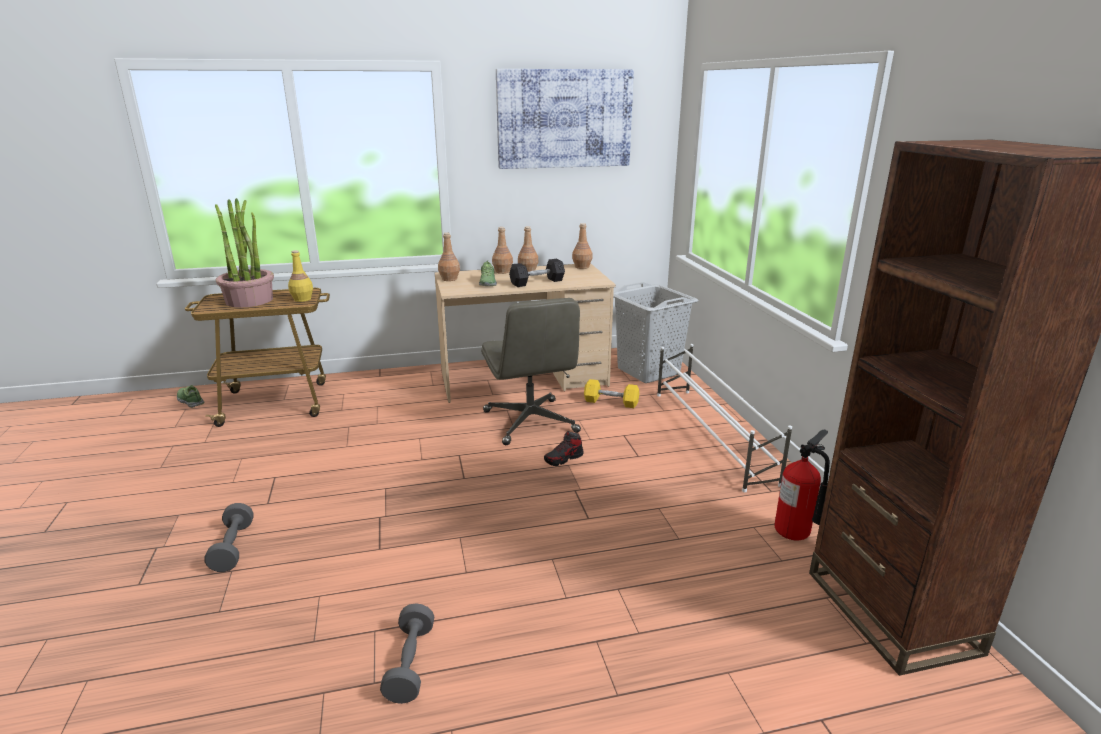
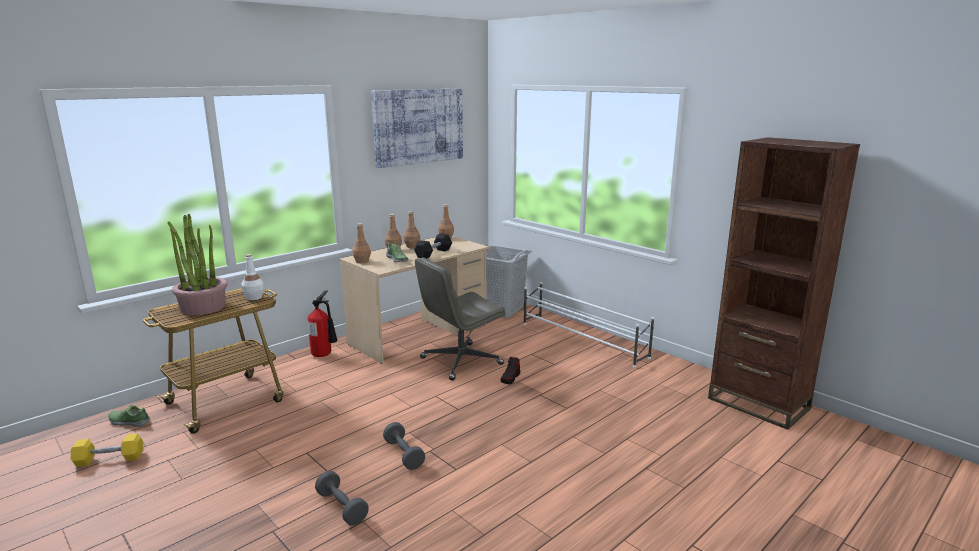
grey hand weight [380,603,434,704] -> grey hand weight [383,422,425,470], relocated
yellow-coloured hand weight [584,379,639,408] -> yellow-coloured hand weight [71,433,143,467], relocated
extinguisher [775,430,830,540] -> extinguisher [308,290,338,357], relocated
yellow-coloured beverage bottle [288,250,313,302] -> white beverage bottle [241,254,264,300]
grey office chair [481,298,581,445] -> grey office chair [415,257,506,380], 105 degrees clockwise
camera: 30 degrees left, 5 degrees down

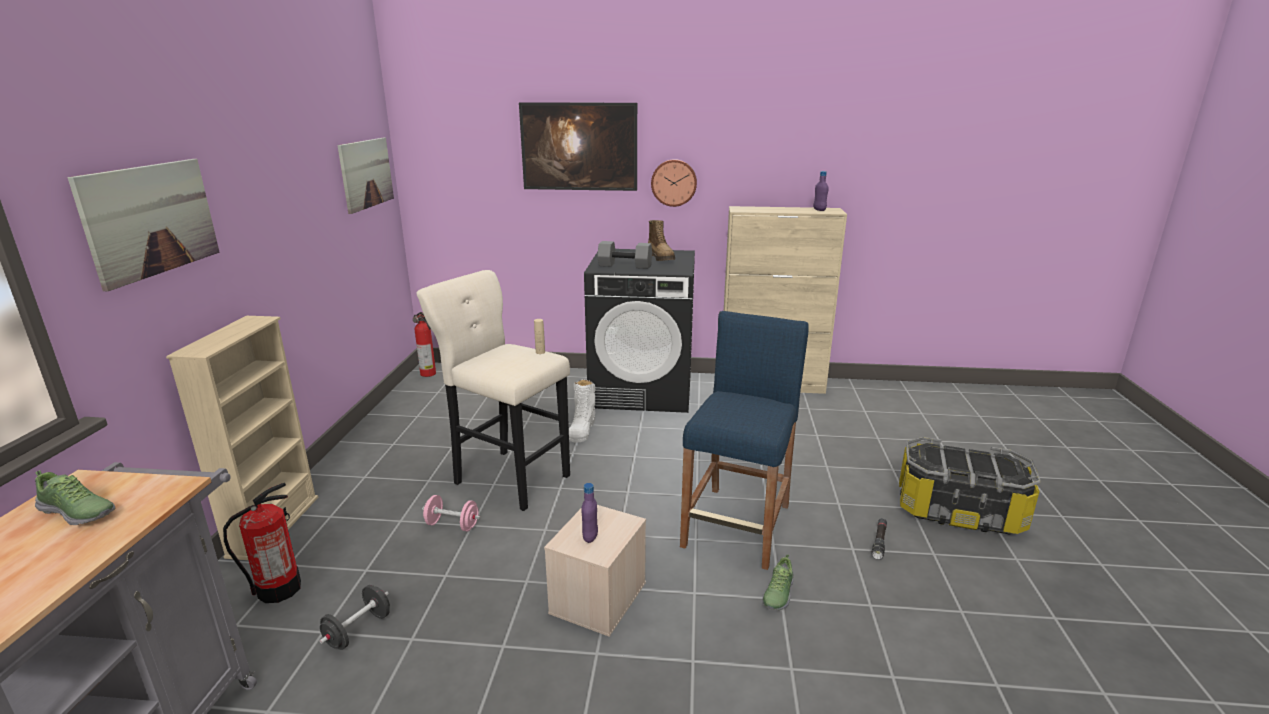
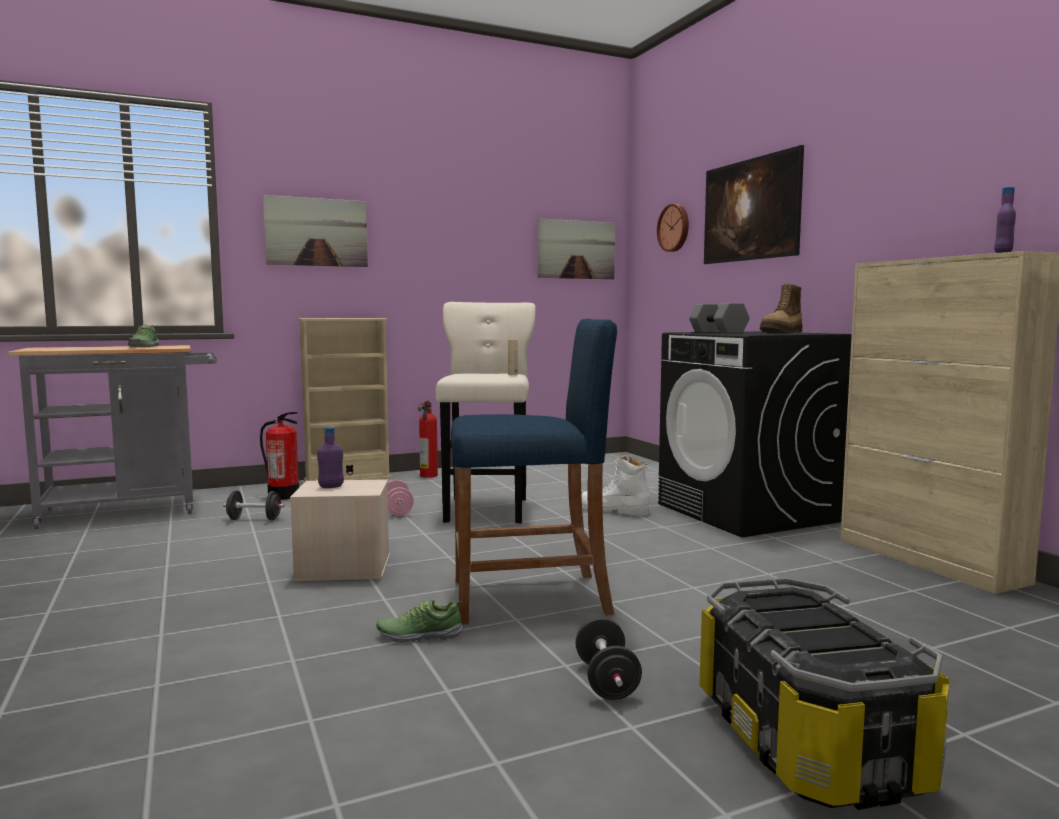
extinguisher [413,312,436,377] -> extinguisher [418,400,438,478], relocated
clock on the wall [651,159,697,207] -> clock on the wall [657,204,689,252], relocated
black-coloured torch [871,518,887,560] -> black-coloured hand weight [575,617,642,700]
white boot [569,379,596,443] -> white boot [581,455,650,516], 45 degrees clockwise
camera: 60 degrees right, 15 degrees down

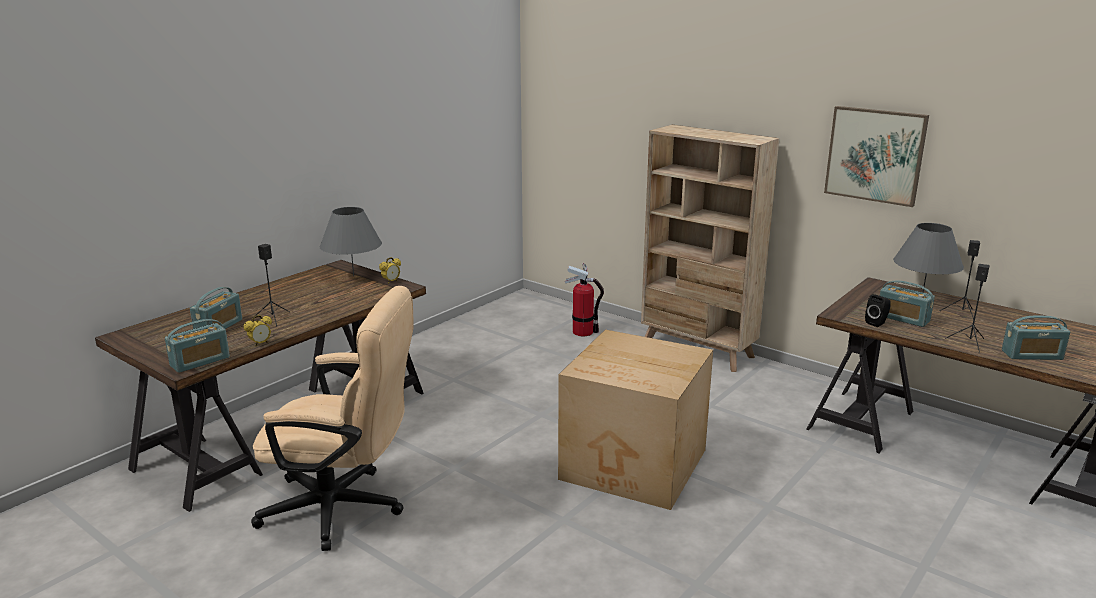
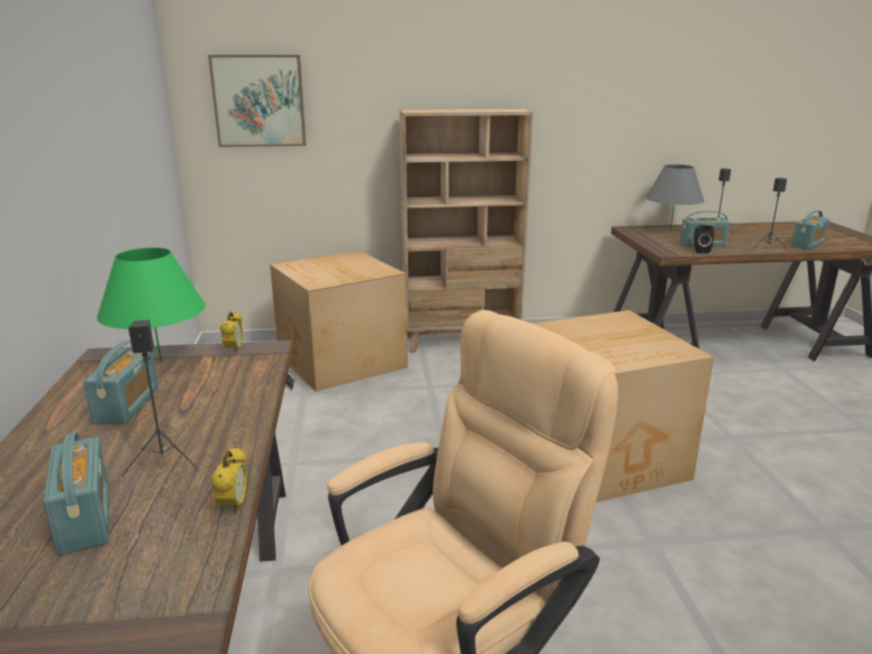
radio set [165,319,230,373] -> radio set [83,340,158,424], relocated
wall picture [824,106,929,207] -> wall picture [208,55,306,147], relocated
extinguisher [565,263,604,336] -> packing box [270,251,408,392]
grey lamp for a table [320,207,382,276] -> greenish lamp for a table [97,247,206,361]
camera: 45 degrees left, 0 degrees up

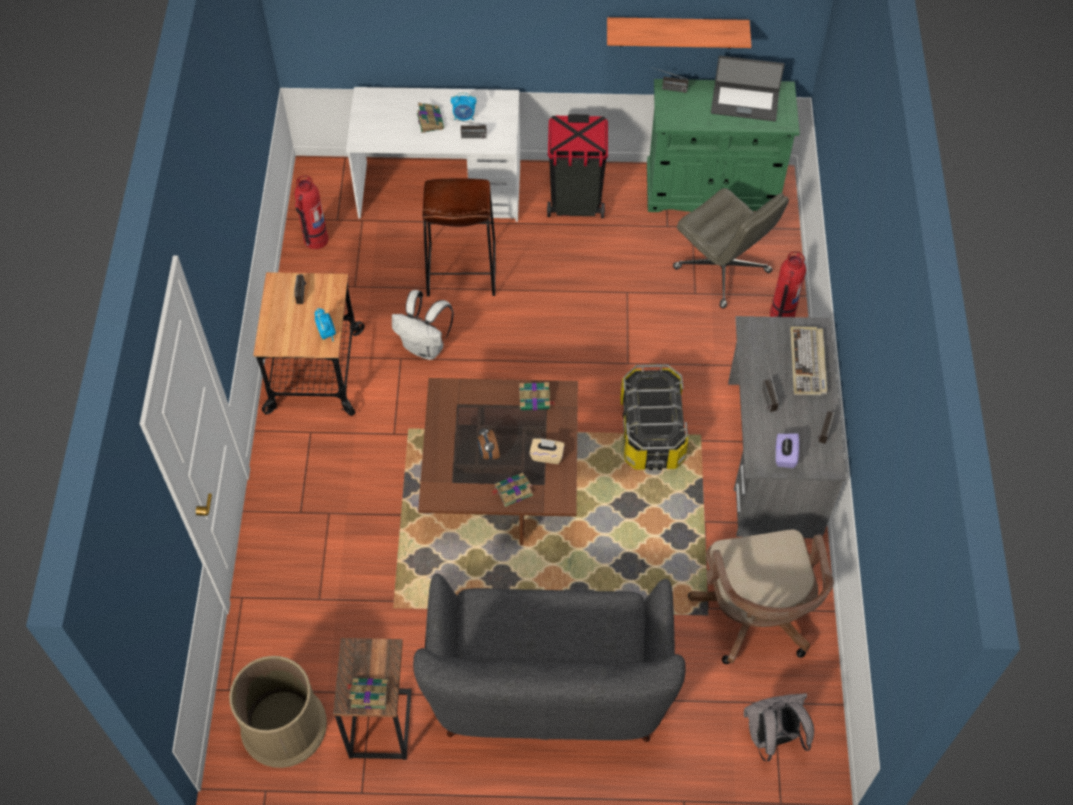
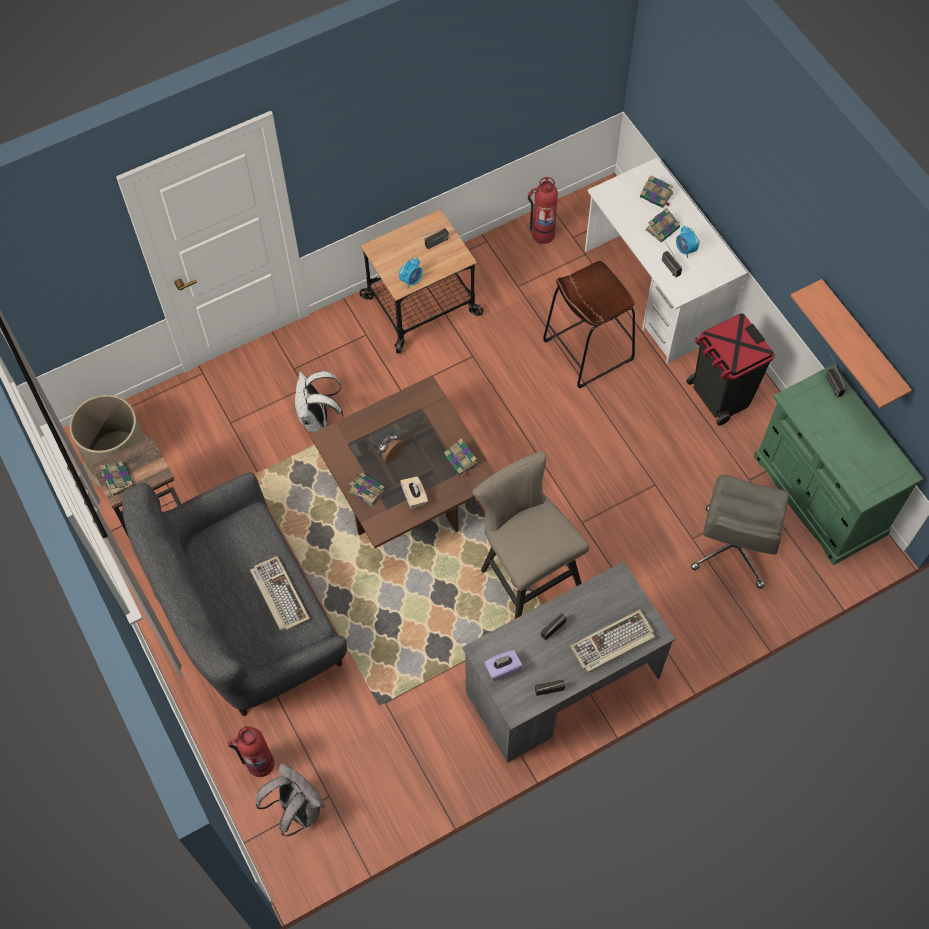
brownish office chair [688,530,834,664] -> none
notebook computer [711,56,785,121] -> none
none -> keyboard [250,556,310,631]
none -> book [640,175,674,208]
white rucksack [392,290,454,360] -> white rucksack [294,371,343,432], relocated
extinguisher [770,252,806,317] -> extinguisher [227,726,275,777], relocated
storage box [621,364,688,470] -> beige-coloured stool [472,451,589,619]
camera: 60 degrees right, 5 degrees up

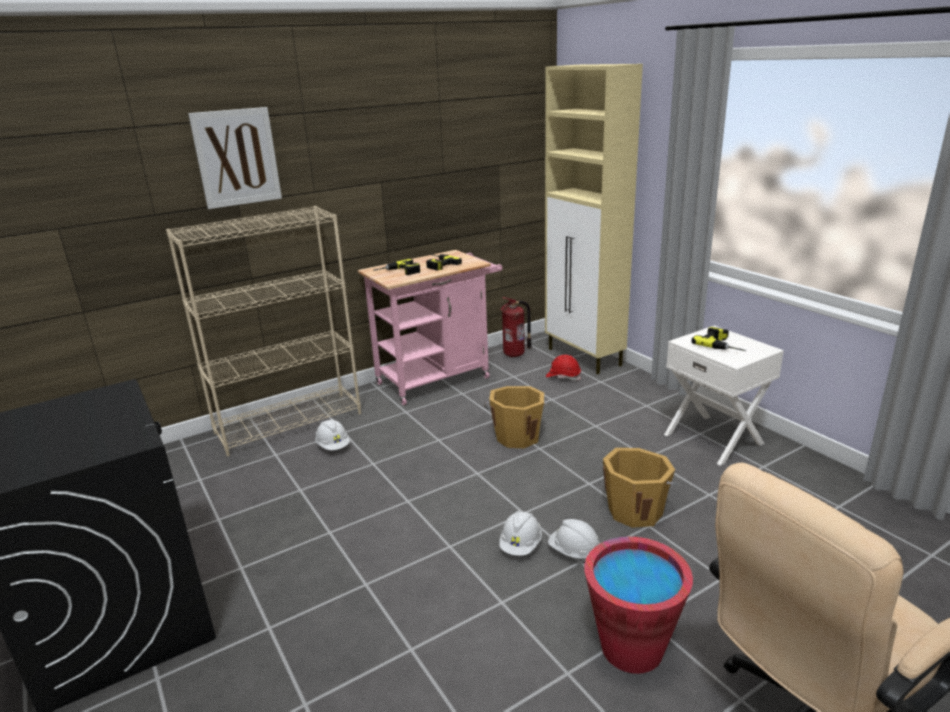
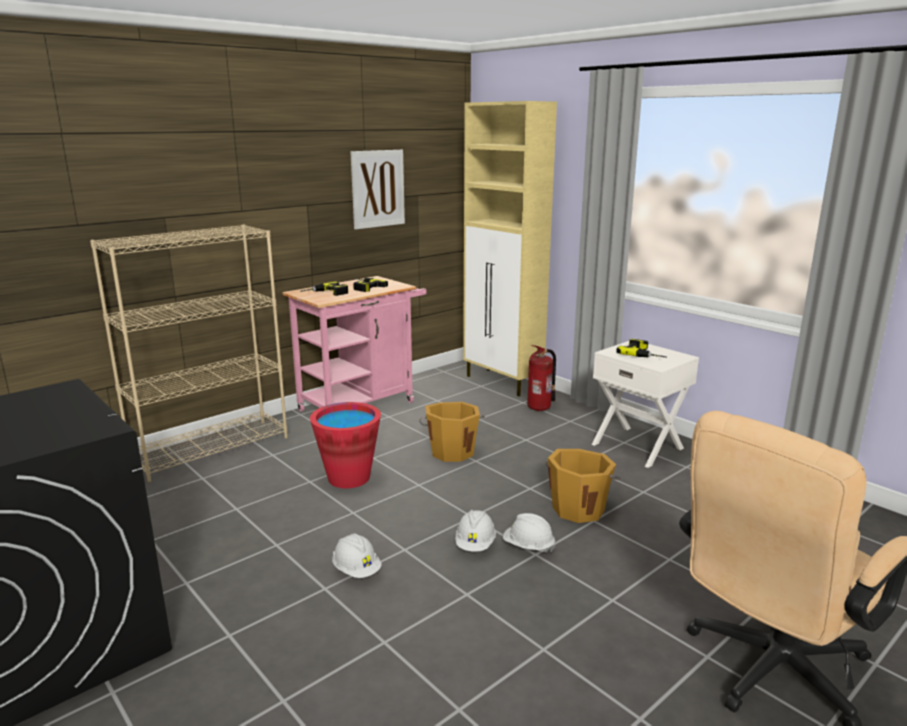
red-coloured work helmet [546,355,581,381] -> none
wall picture [188,107,282,209] -> wall picture [350,150,405,230], relocated
white work helmet [315,419,350,450] -> white work helmet [332,533,382,578], relocated
extinguisher [500,297,532,357] -> extinguisher [527,345,556,412], relocated
red-coloured bucket [584,537,693,674] -> red-coloured bucket [310,402,381,488], relocated
camera: 10 degrees left, 5 degrees down

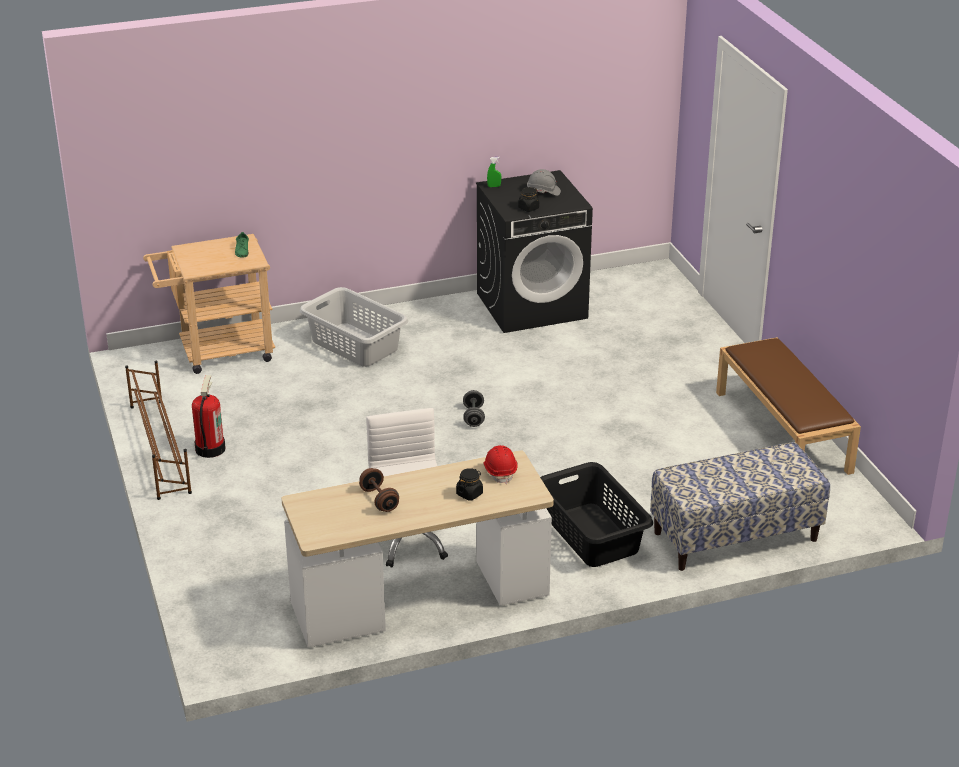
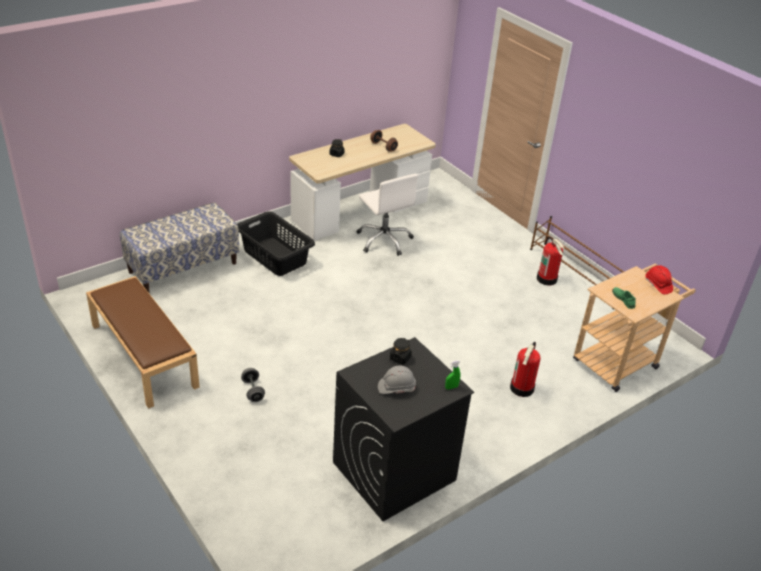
grey hand weight [463,390,485,427] -> grey hand weight [241,368,265,402], relocated
red-coloured work helmet [483,445,518,484] -> red-coloured work helmet [645,265,673,294], relocated
grey hamper [300,287,408,367] -> extinguisher [510,342,541,397]
camera: 160 degrees right, 5 degrees up

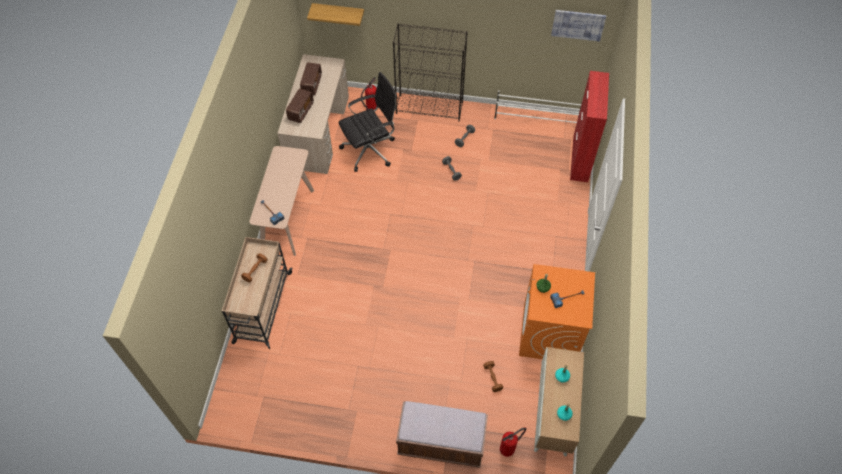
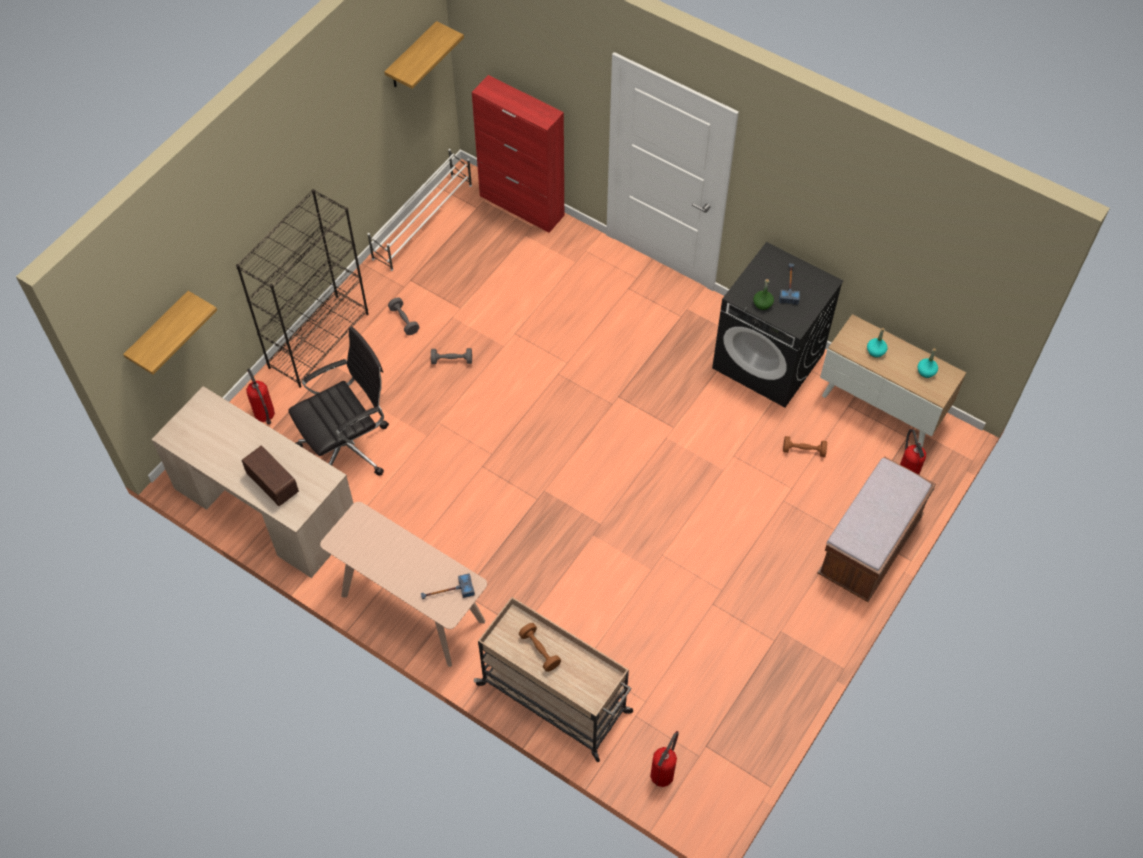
radio set [300,62,322,96] -> none
none -> extinguisher [650,731,679,787]
wall picture [551,10,606,42] -> bracket shelf [384,21,464,89]
orangey washing machine [519,264,595,359] -> black-coloured washing machine [712,242,843,407]
black-coloured office chair [339,72,398,172] -> black-coloured office chair [288,326,389,476], 60 degrees clockwise
camera: 65 degrees left, 0 degrees up

